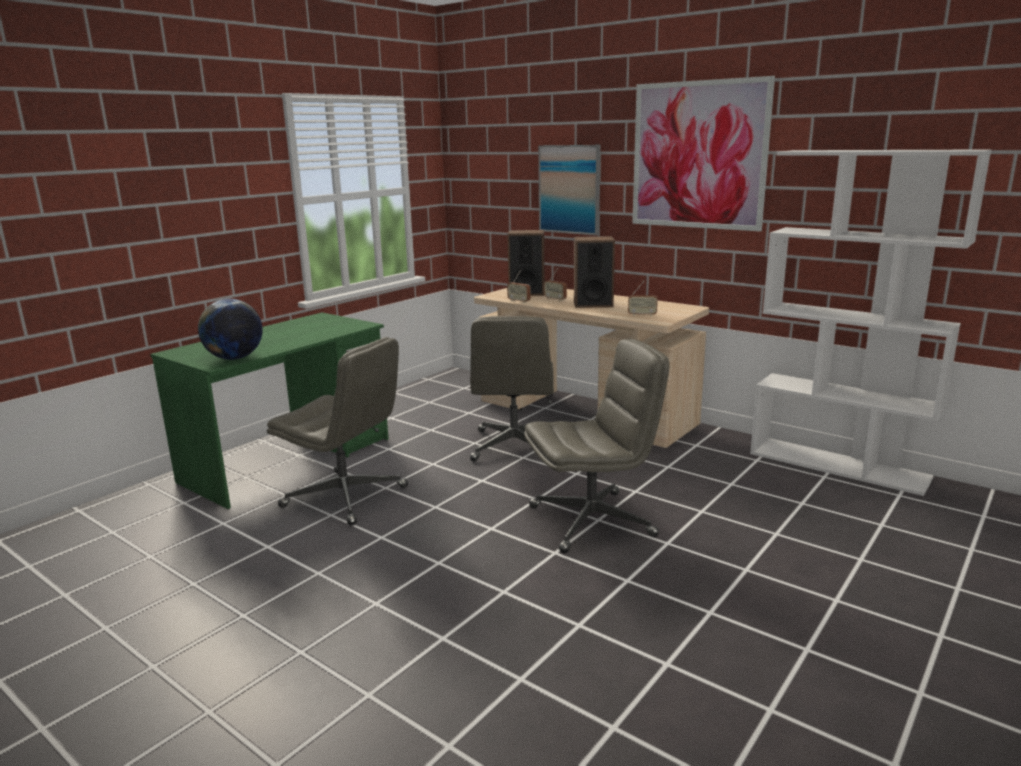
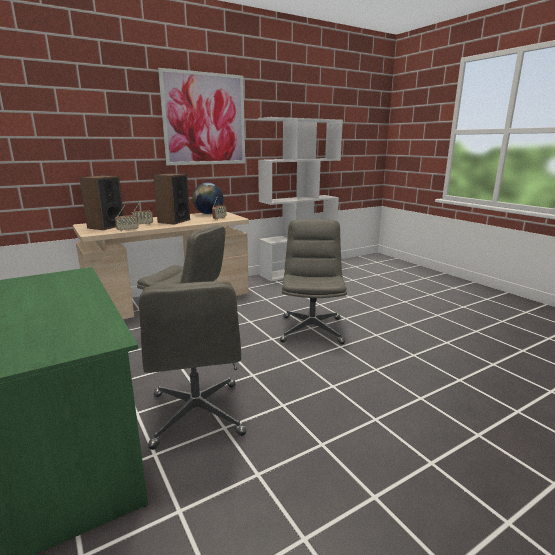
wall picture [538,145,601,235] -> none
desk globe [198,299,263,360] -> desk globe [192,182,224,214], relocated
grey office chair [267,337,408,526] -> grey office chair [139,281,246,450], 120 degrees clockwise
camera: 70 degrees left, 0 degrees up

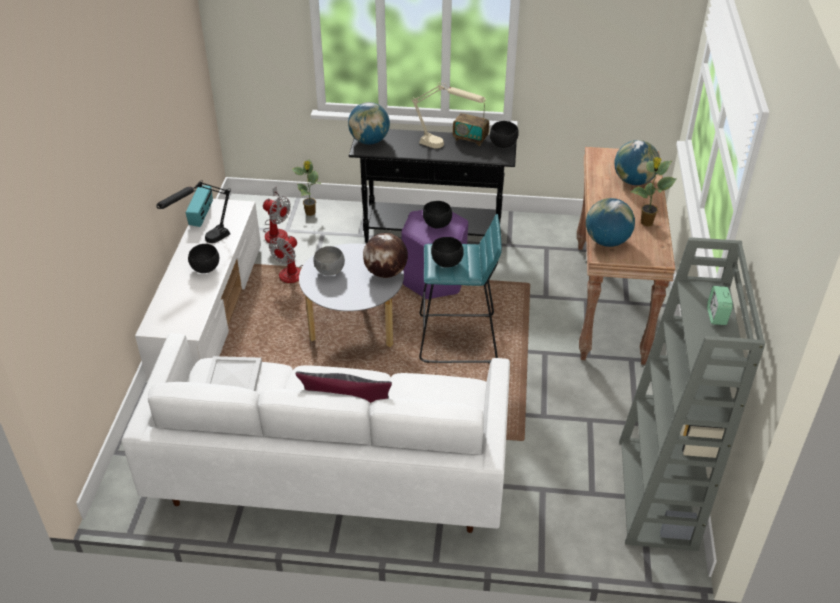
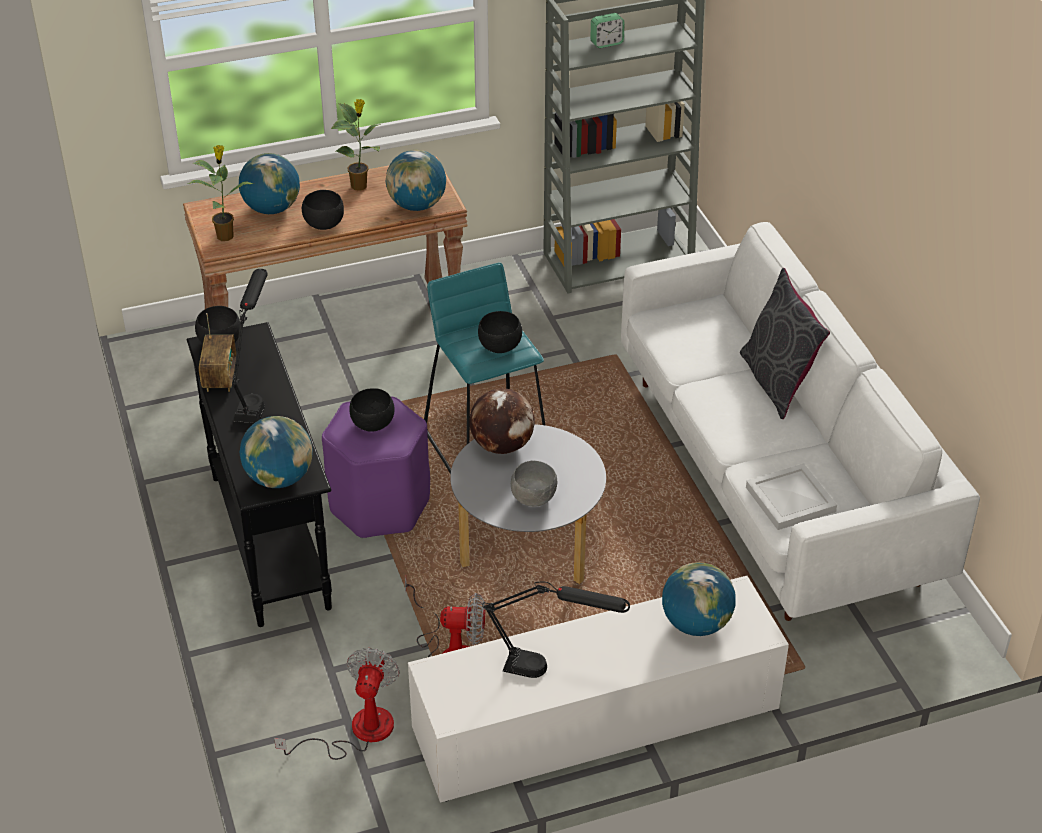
radio set [186,185,213,227] -> none
none -> desk globe [662,562,736,636]
black-coloured serving bowl [188,244,219,273] -> black-coloured serving bowl [302,190,344,230], relocated
potted plant [292,159,321,216] -> potted plant [187,145,254,241], relocated
beige-coloured lamp for a table [411,83,485,148] -> black-coloured lamp for a table [232,269,268,424]
camera: 115 degrees left, 0 degrees up

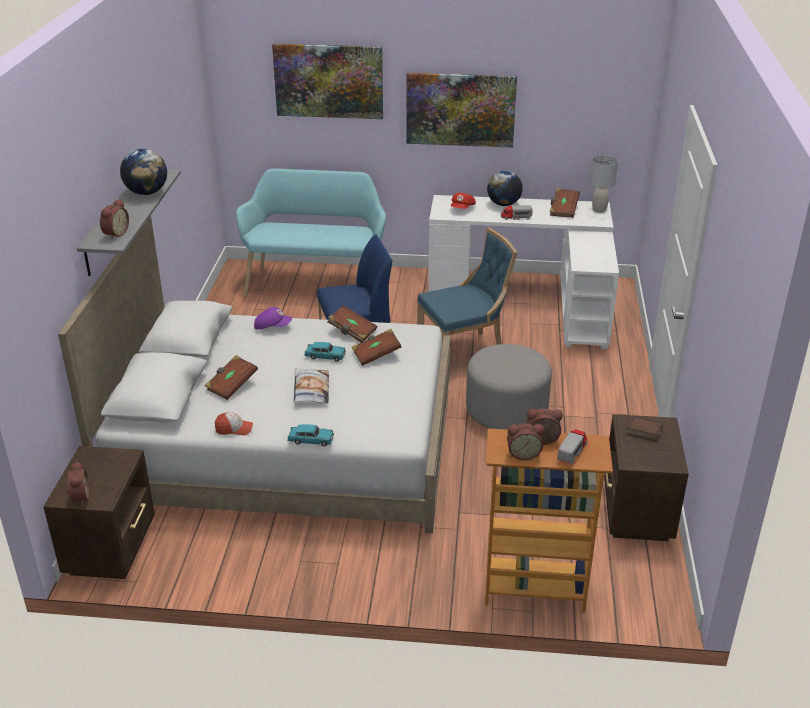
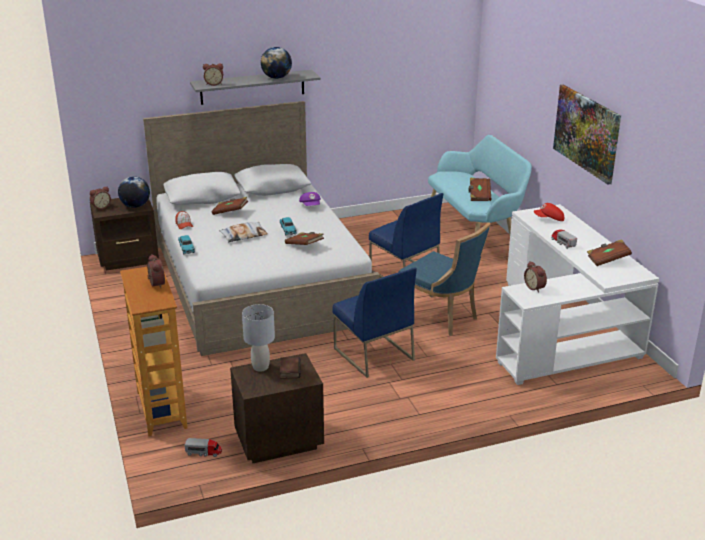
wall picture [272,43,383,119] -> none
brownish book [327,306,377,343] -> brownish book [468,178,491,201], relocated
desk globe [487,171,523,206] -> desk globe [118,176,150,208], relocated
table clock [507,424,544,460] -> table clock [524,261,547,292], relocated
toy truck [557,429,587,465] -> toy truck [184,438,222,457], relocated
grey lamp for a table [589,155,618,213] -> grey lamp for a table [242,304,275,372], relocated
grey ottoman [466,344,552,430] -> bluish chair [332,268,417,378]
camera: 65 degrees right, 5 degrees down

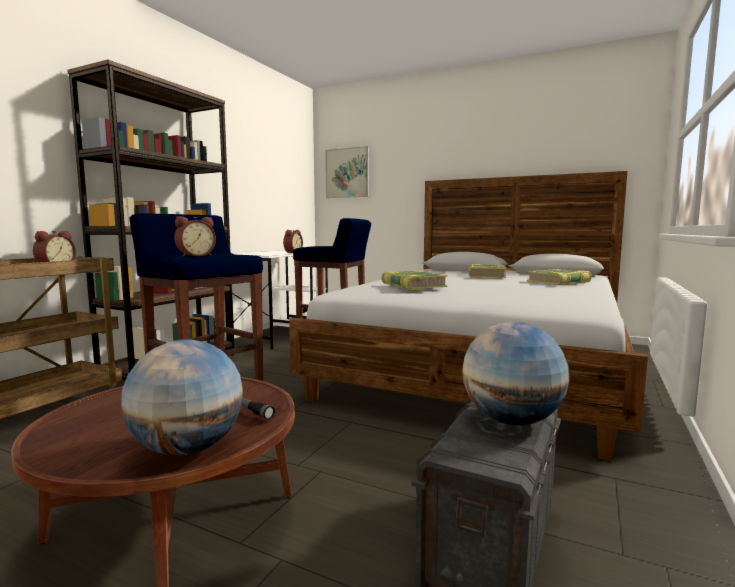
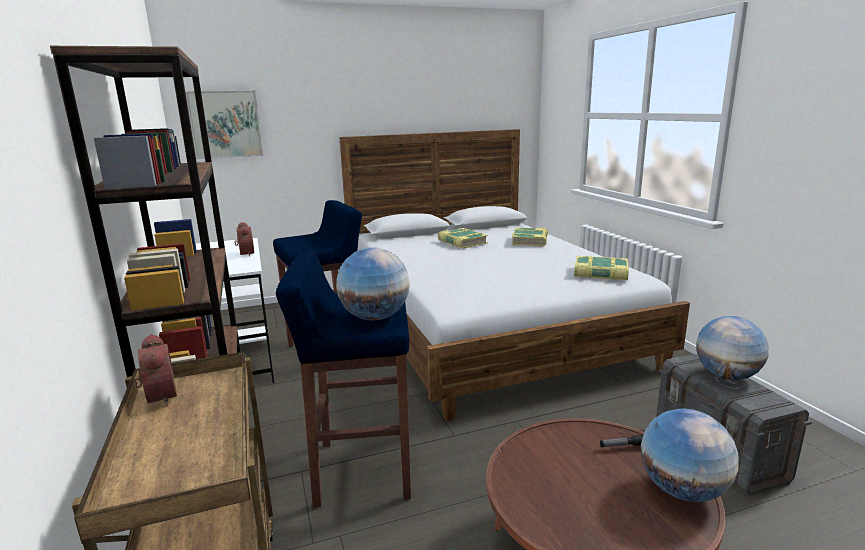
book [382,271,448,290] -> book [574,256,629,280], relocated
table clock [174,216,216,257] -> desk globe [336,247,410,320]
camera: 45 degrees left, 10 degrees up

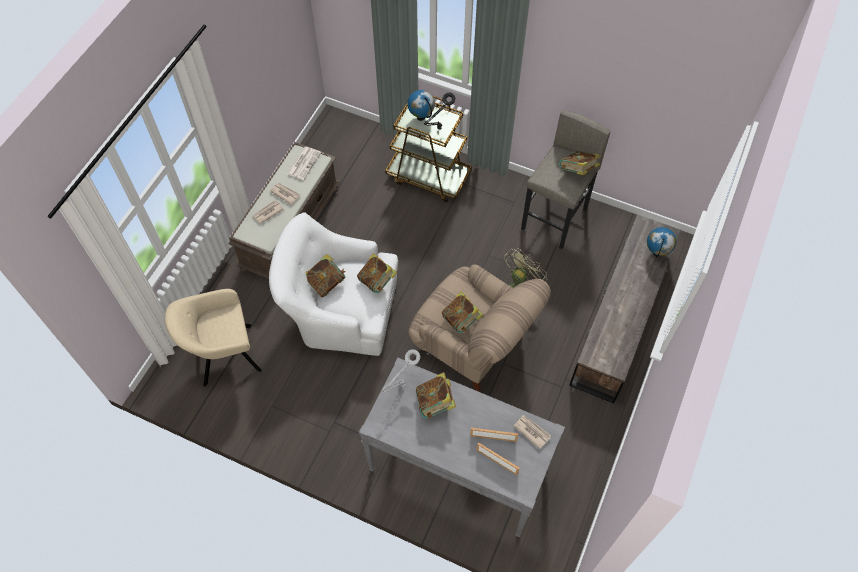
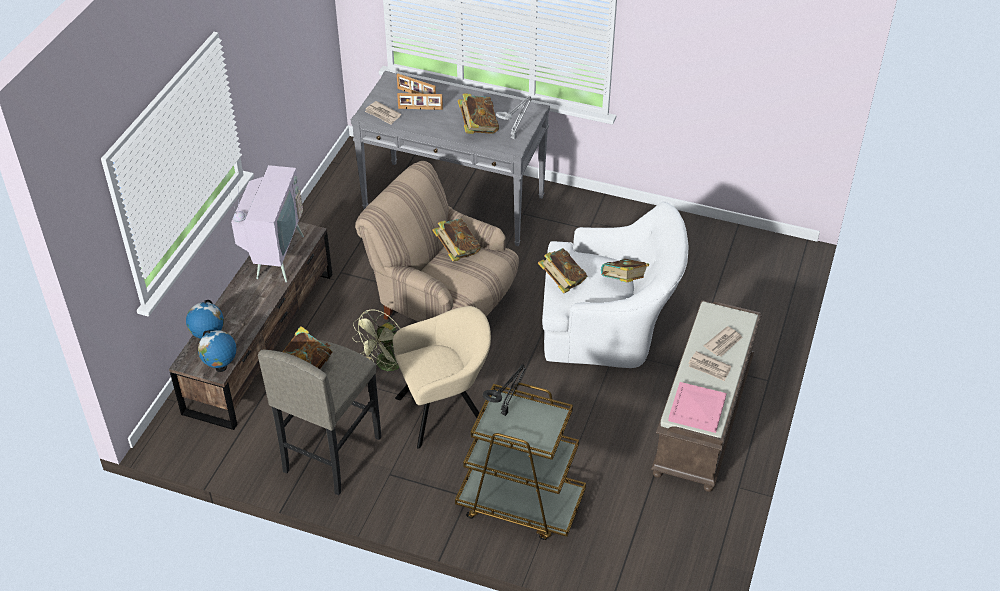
none -> TV [228,165,304,282]
beige-coloured armchair [165,289,262,387] -> beige-coloured armchair [393,306,491,449], relocated
desk globe [407,90,435,121] -> desk globe [198,330,237,372], relocated
printed paper [287,147,321,180] -> pinkish tray [668,382,727,433]
camera: 175 degrees right, 15 degrees down

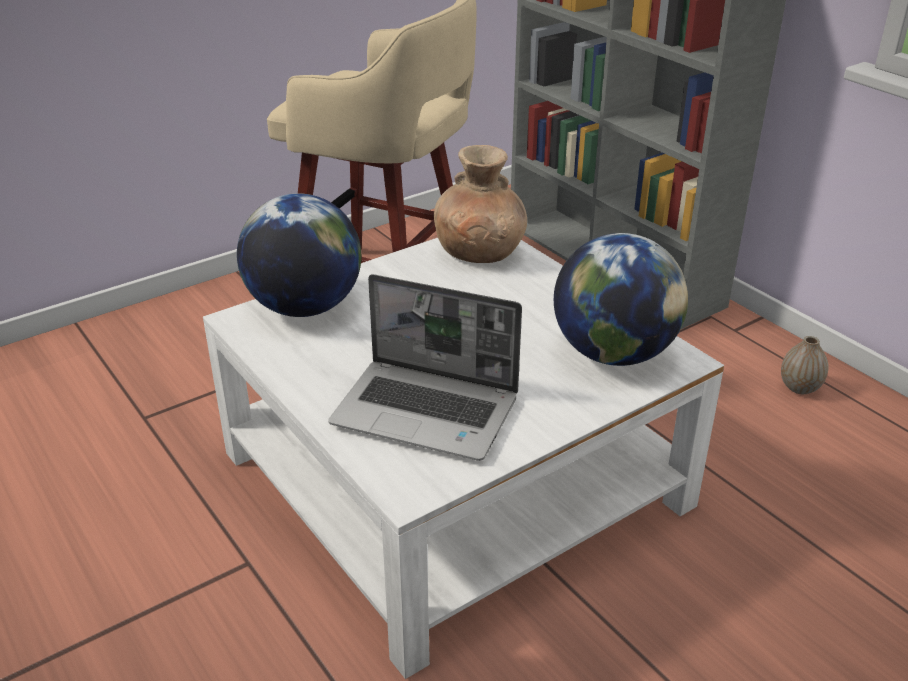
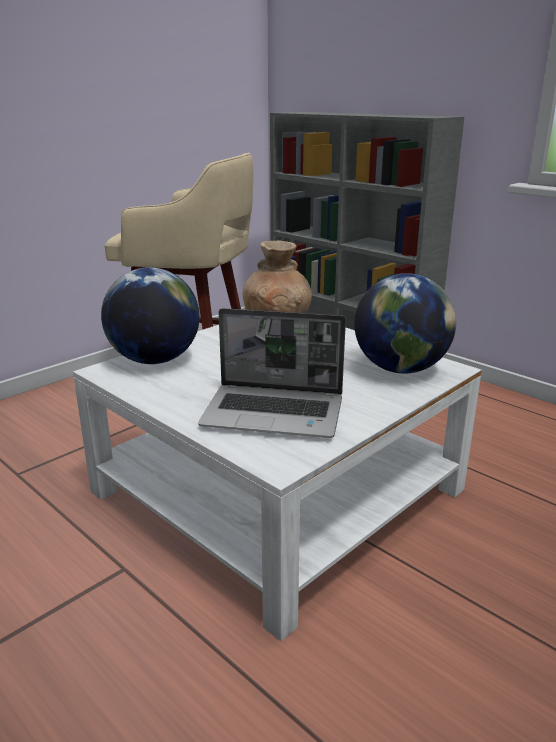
flower vase [781,336,828,394] -> none
camera: 10 degrees left, 10 degrees down

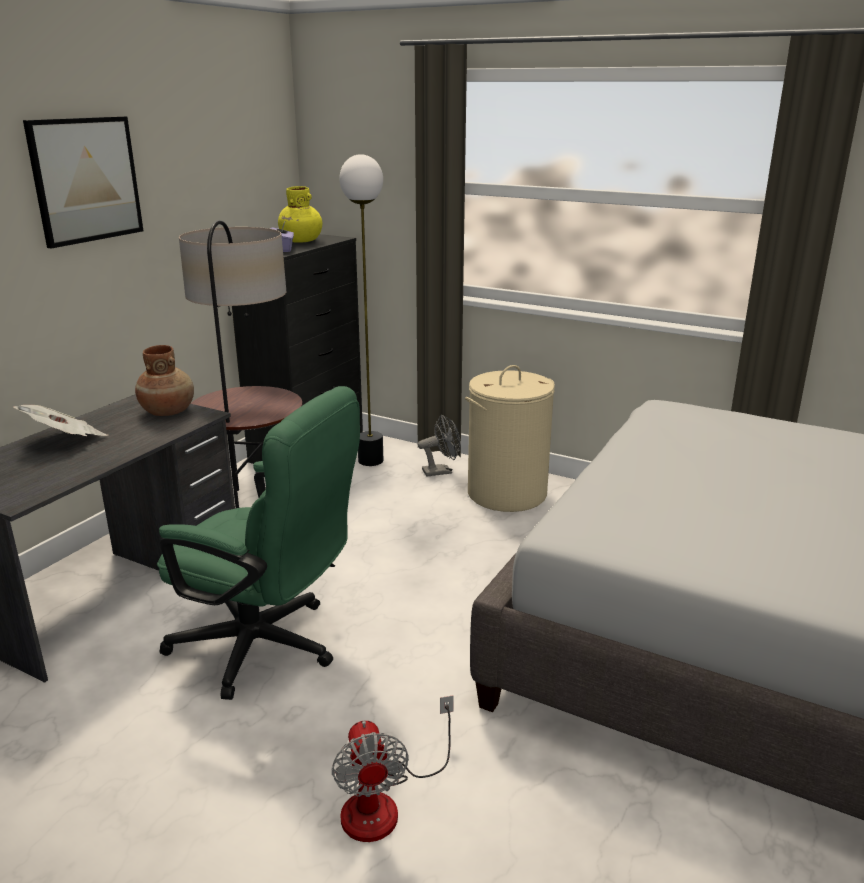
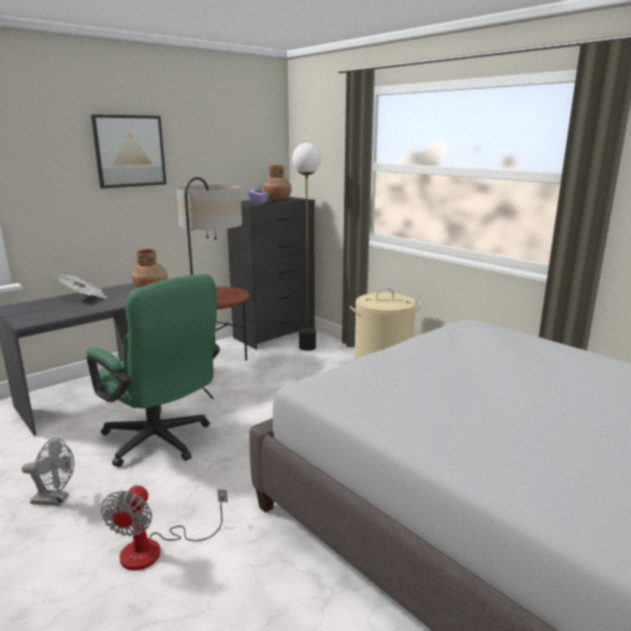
grey cooling fan [418,415,461,477] -> grey cooling fan [22,438,74,506], relocated
yellow-coloured flower vase [278,186,322,243] -> brownish flower vase [263,165,292,200]
camera: 20 degrees right, 5 degrees down

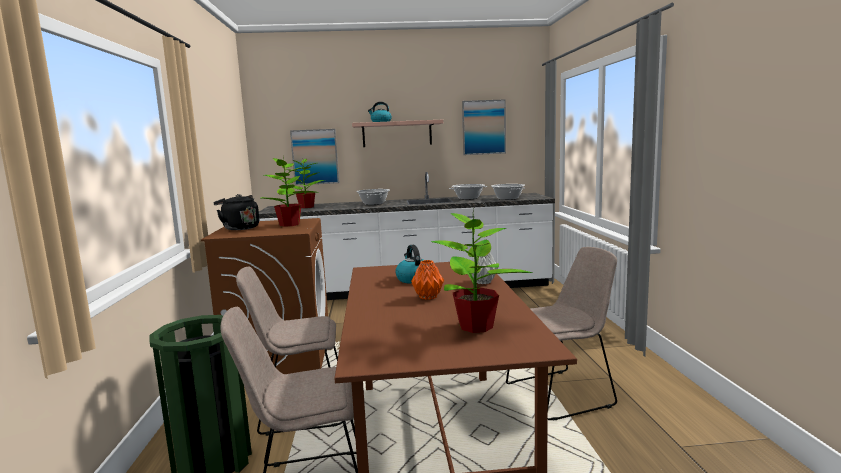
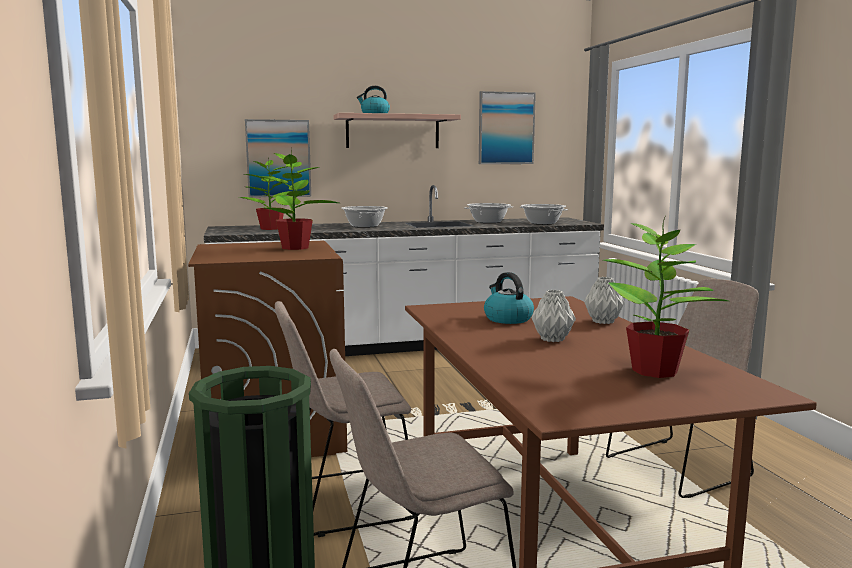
black-coloured kettle [213,194,259,230] -> none
orangey flower vase [411,260,444,300] -> grey flower vase [532,290,576,342]
camera: 10 degrees left, 0 degrees up

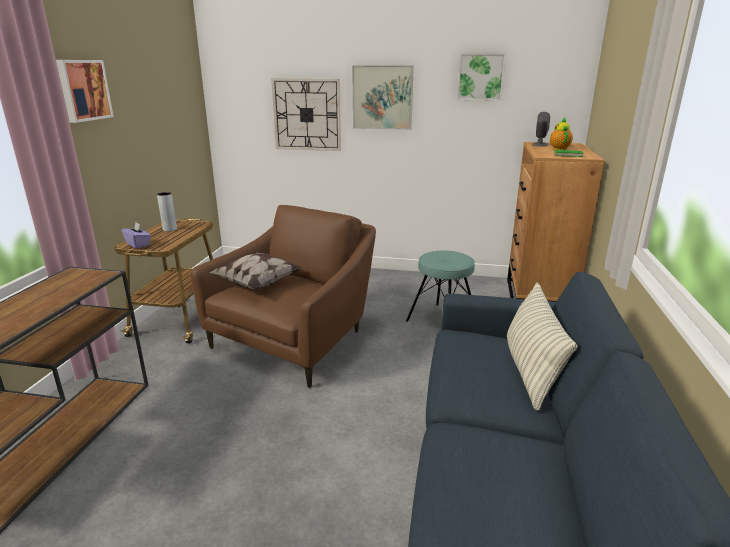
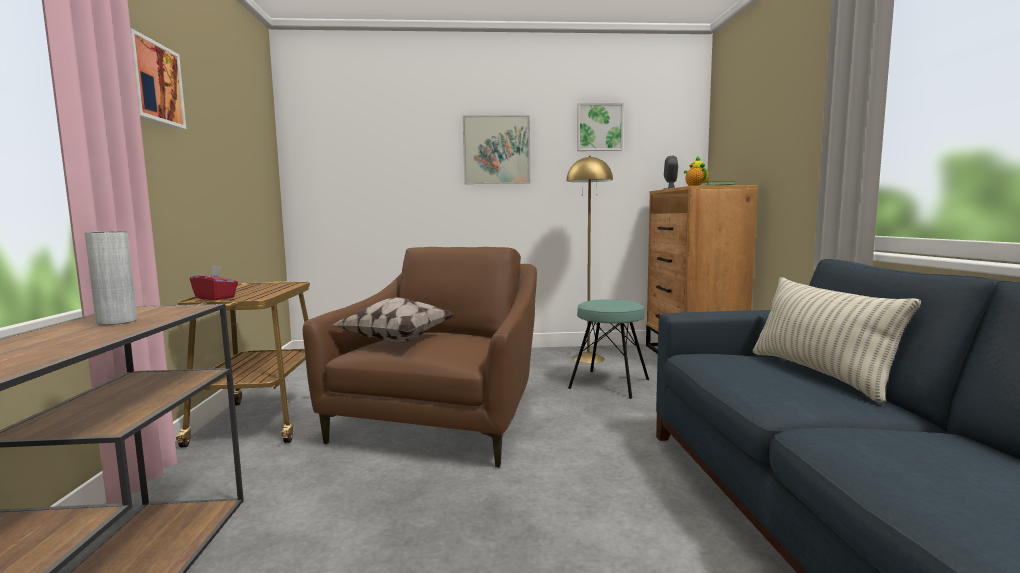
clock on the wall [271,78,341,151] -> none
none -> yellow-coloured floor lamp [567,156,613,363]
grey flower vase [157,192,177,231] -> grey flower vase [85,231,137,325], relocated
purplish tissue box [122,222,151,249] -> red-coloured tissue box [190,266,238,300]
camera: 15 degrees left, 15 degrees down

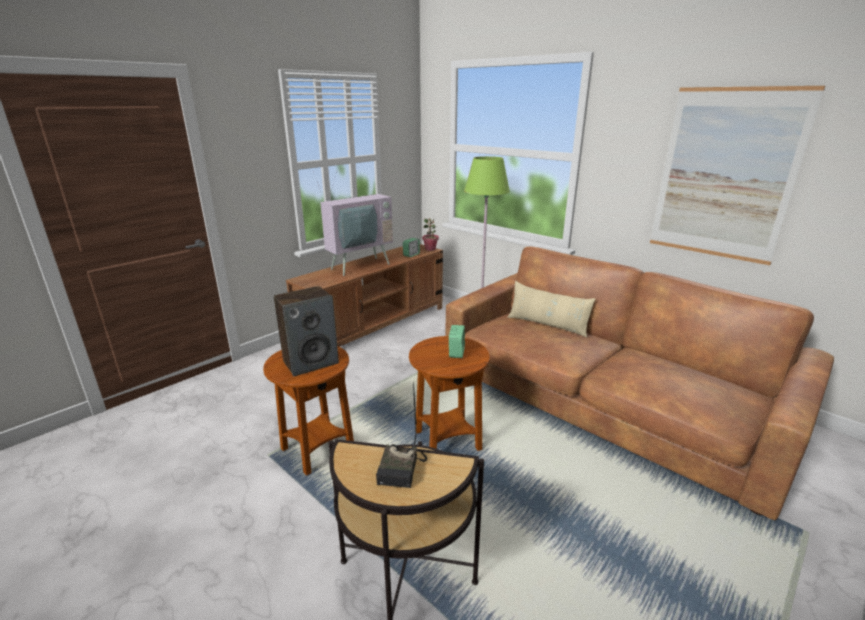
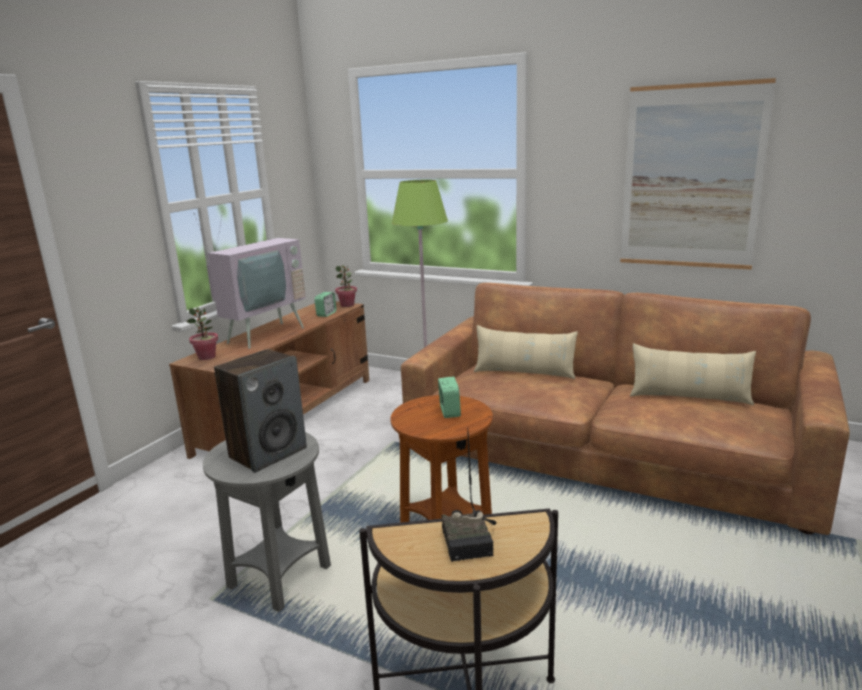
none -> potted plant [186,307,218,360]
none -> beige-coloured pillow [630,343,756,405]
brownish end table [263,346,354,476] -> grey end table [203,432,331,612]
camera: 15 degrees left, 5 degrees down

